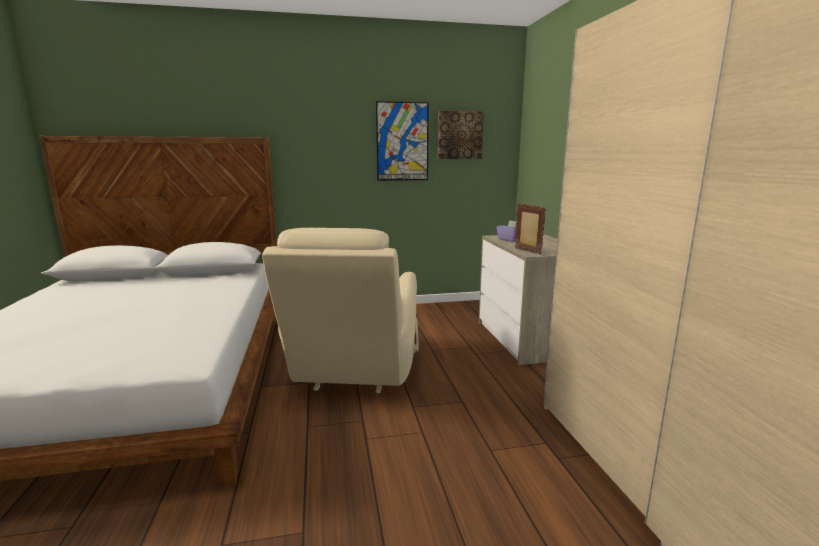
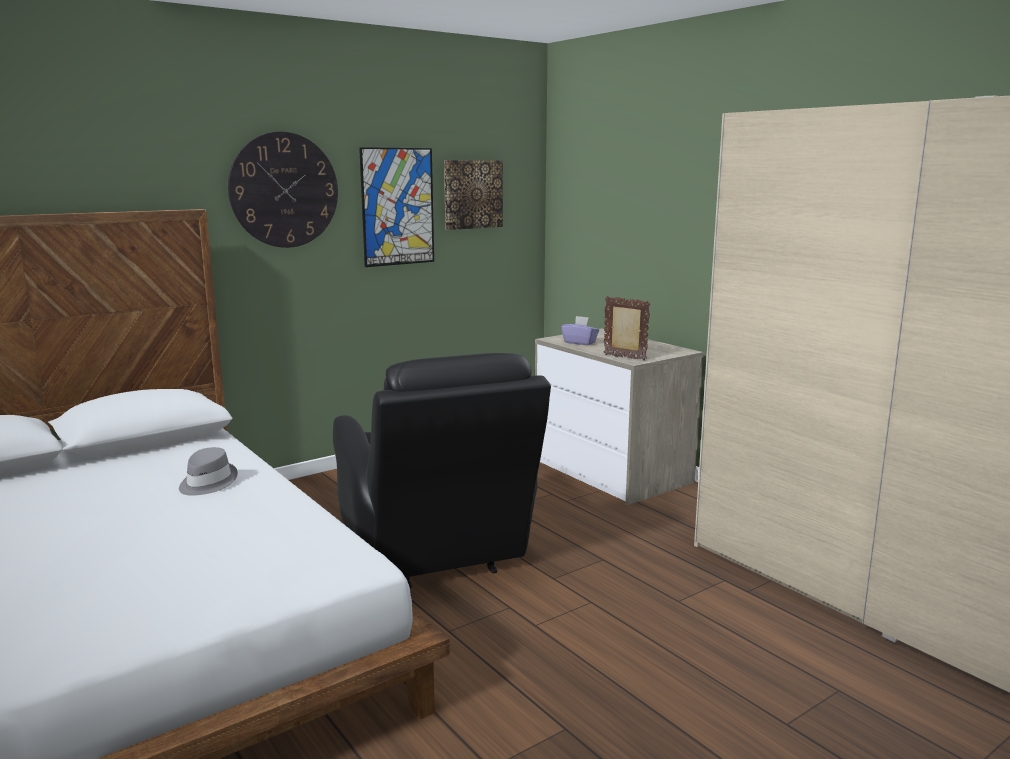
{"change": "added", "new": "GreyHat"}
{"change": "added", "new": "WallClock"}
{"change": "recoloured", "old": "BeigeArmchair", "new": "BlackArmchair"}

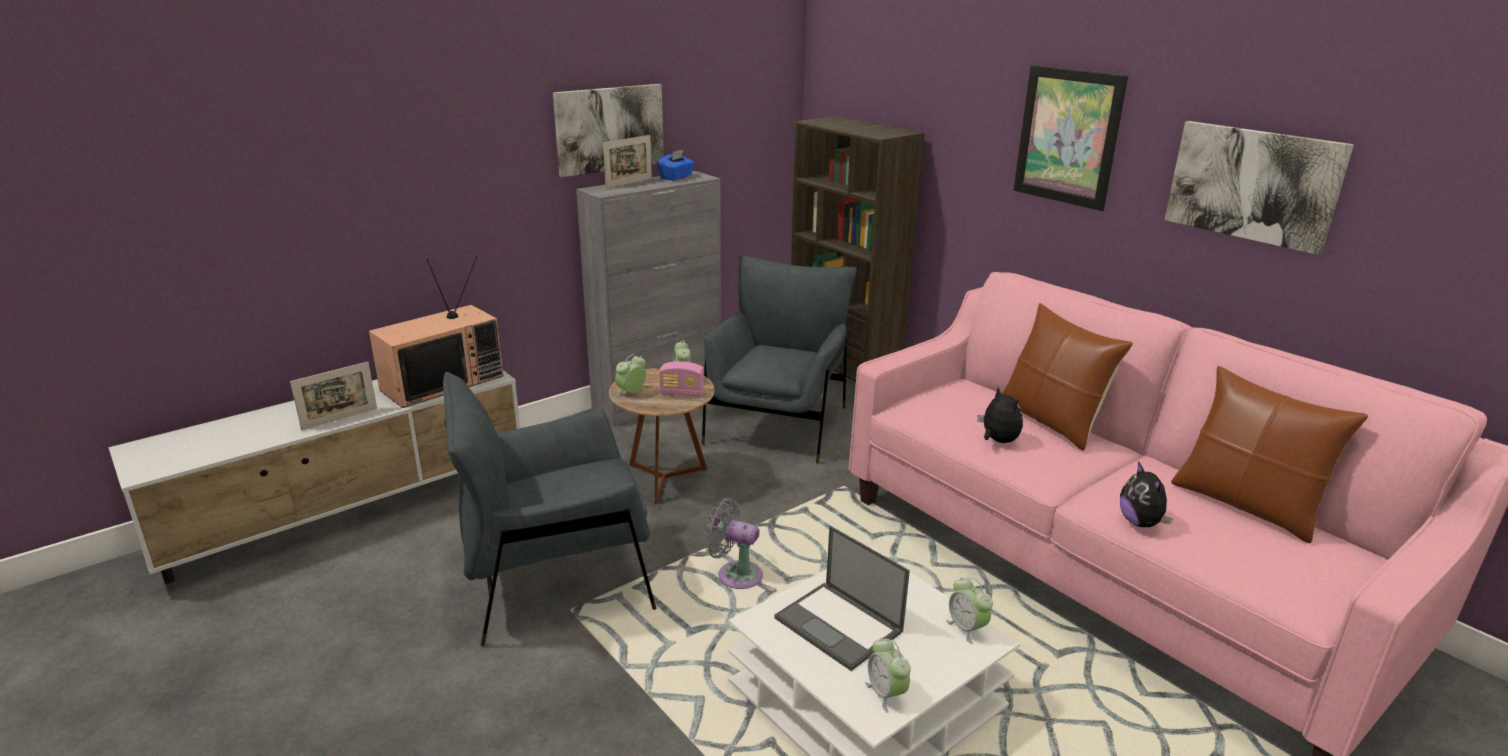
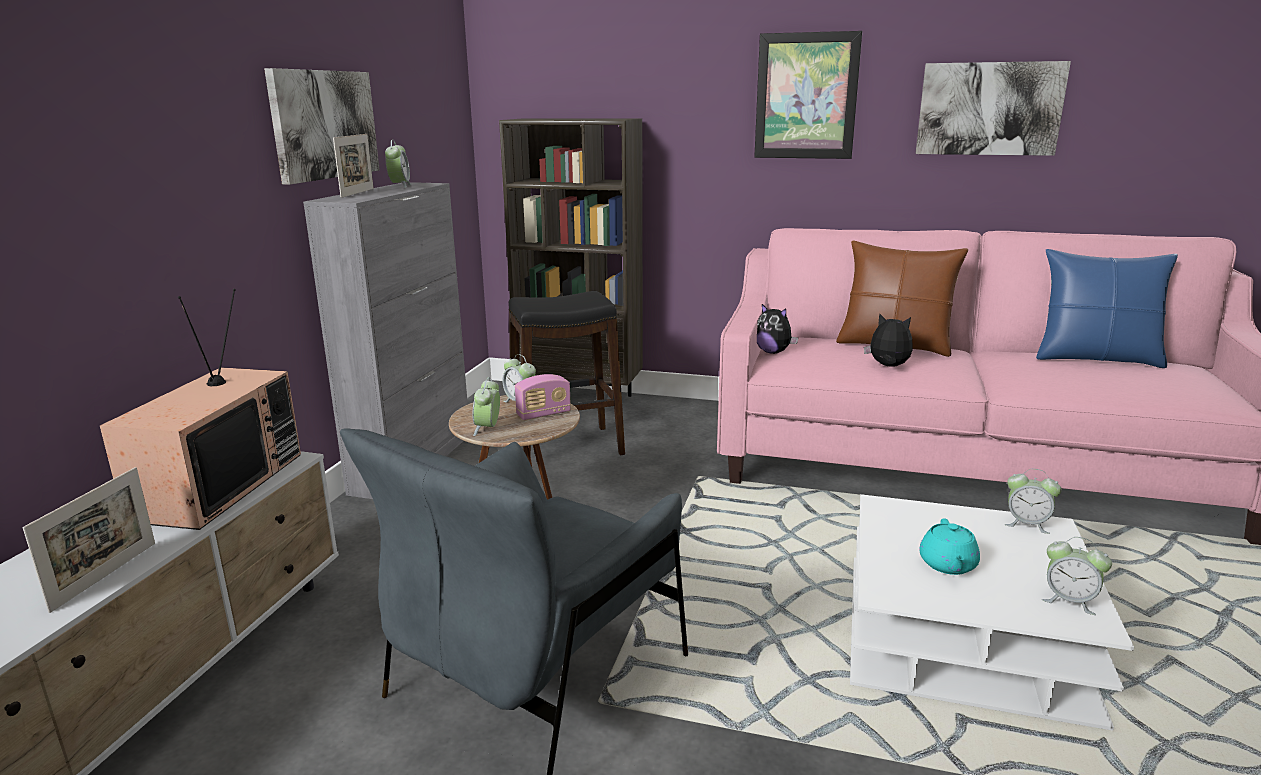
{"change": "removed", "old": "GreyFan"}
{"change": "moved", "old": "PlushToy (2nd from left in the first image)", "new": "PlushToy (1st from left)"}
{"change": "replaced", "old": "BlueTissueBox", "new": "AlarmClock (1st from left)"}
{"change": "replaced", "old": "GreyArmchair (2nd from left)", "new": "BlackStool"}
{"change": "replaced", "old": "Laptop", "new": "TurquoiseTeapot"}
{"change": "recoloured", "old": "BrownPillow (2nd from left)", "new": "BluePillow"}

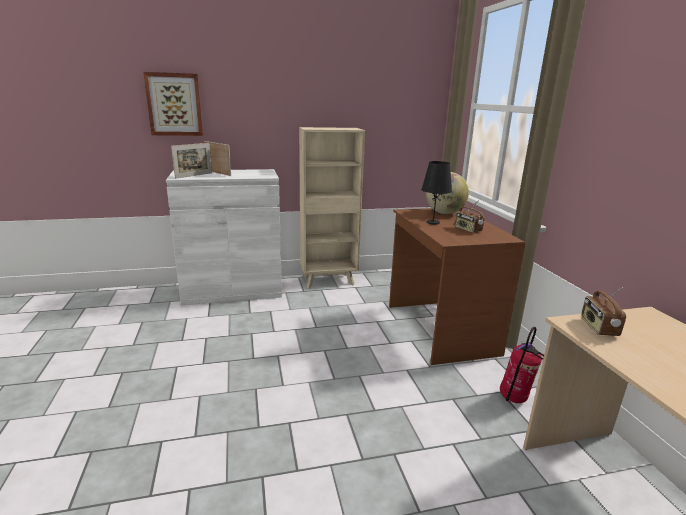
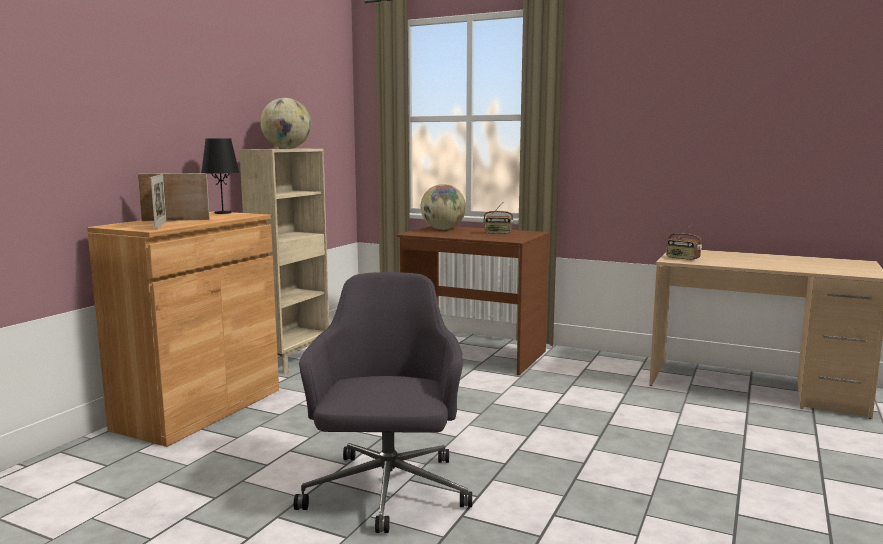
{"change": "removed", "old": "Picture"}
{"change": "removed", "old": "FireExtinguisher"}
{"change": "added", "new": "Globe (1st from left)"}
{"change": "added", "new": "GreyOfficeChair"}
{"change": "moved", "old": "BlackTableLamp"}
{"change": "recoloured", "old": "WhiteCabinet", "new": "BrownCabinet"}

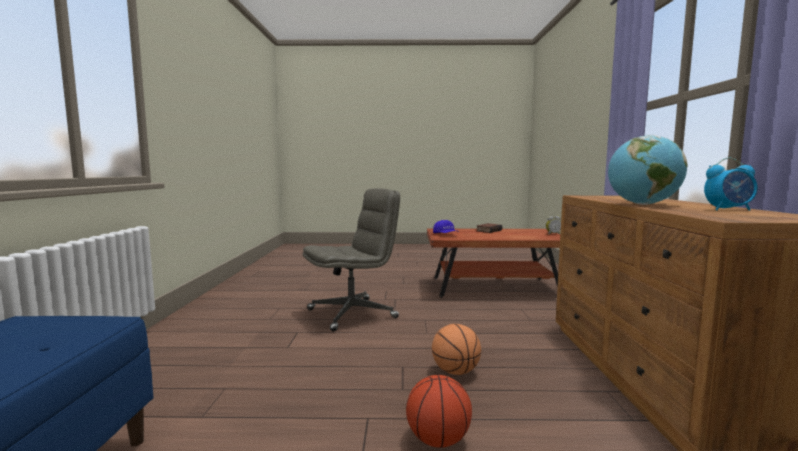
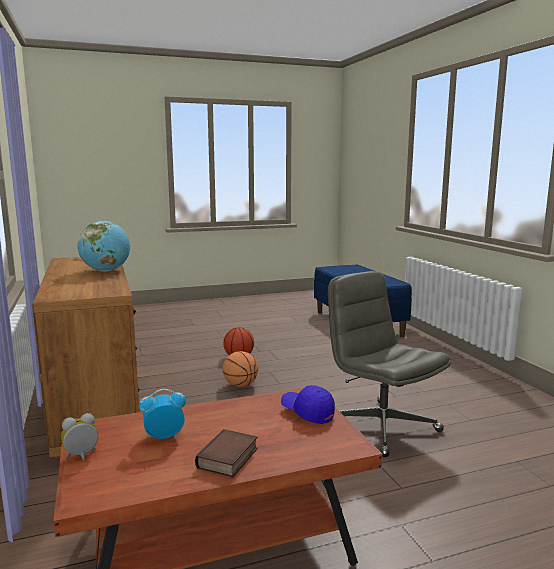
{"change": "moved", "old": "AlarmClock (2nd from left)"}
{"change": "turned", "old": "GreyOfficeChair", "degrees": 105}

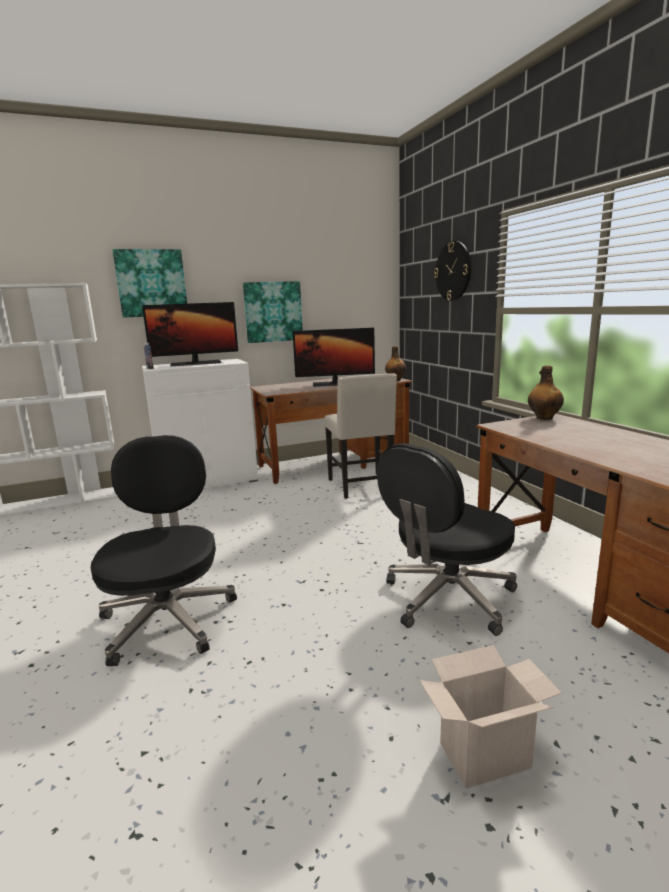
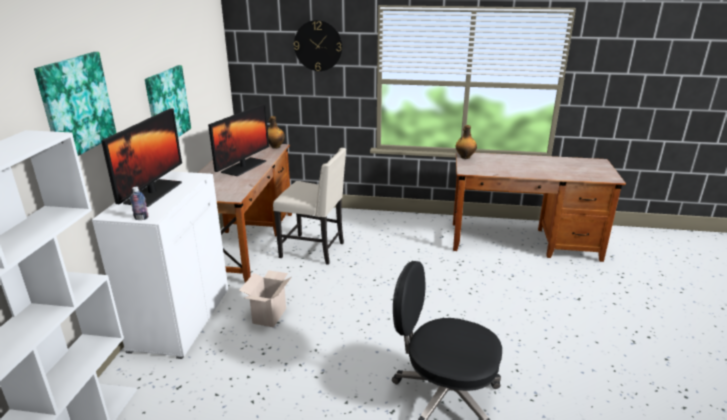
{"change": "removed", "old": "BlackOfficeChair (2nd from left)"}
{"change": "moved", "old": "CardboardBox"}

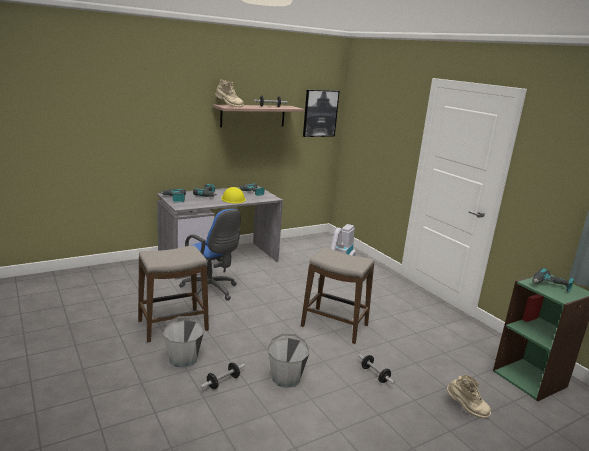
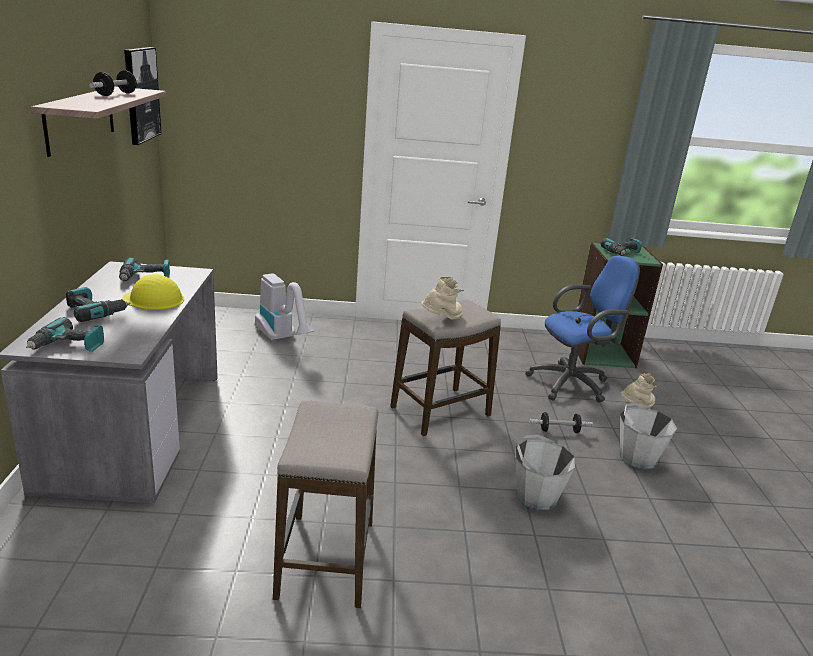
{"change": "removed", "old": "Dumbbell (1st from left)"}
{"change": "moved", "old": "GreyBucket (1st from left in the first image)", "new": "GreyBucket (2nd from left)"}
{"change": "moved", "old": "BlueOfficeChair"}
{"change": "moved", "old": "BeigeBoot (1st from left)"}

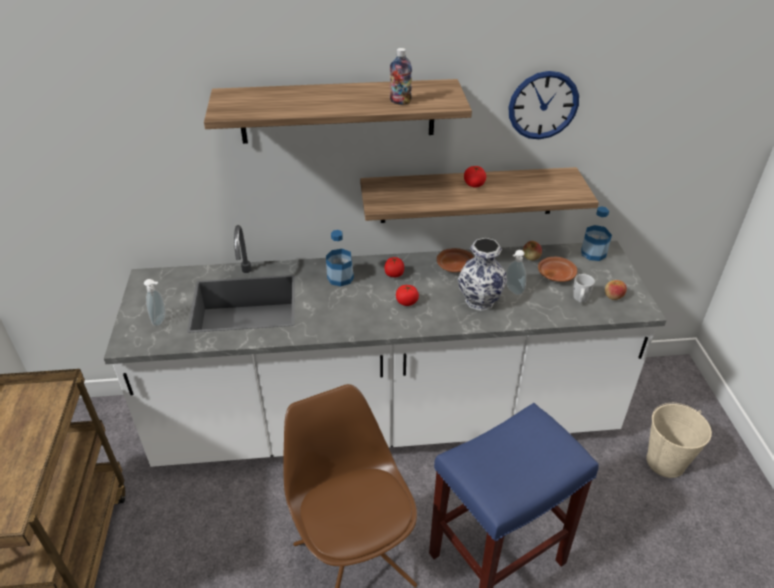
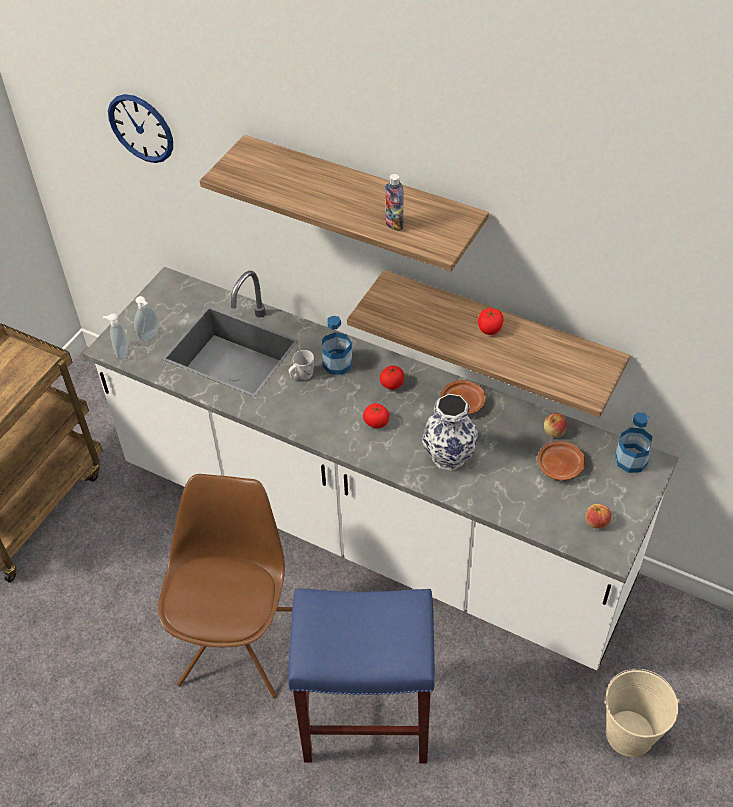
{"change": "moved", "old": "SoapDispenser (2nd from left in the first image)", "new": "SoapDispenser (1st from left)"}
{"change": "moved", "old": "WallClock"}
{"change": "moved", "old": "WhiteMug"}

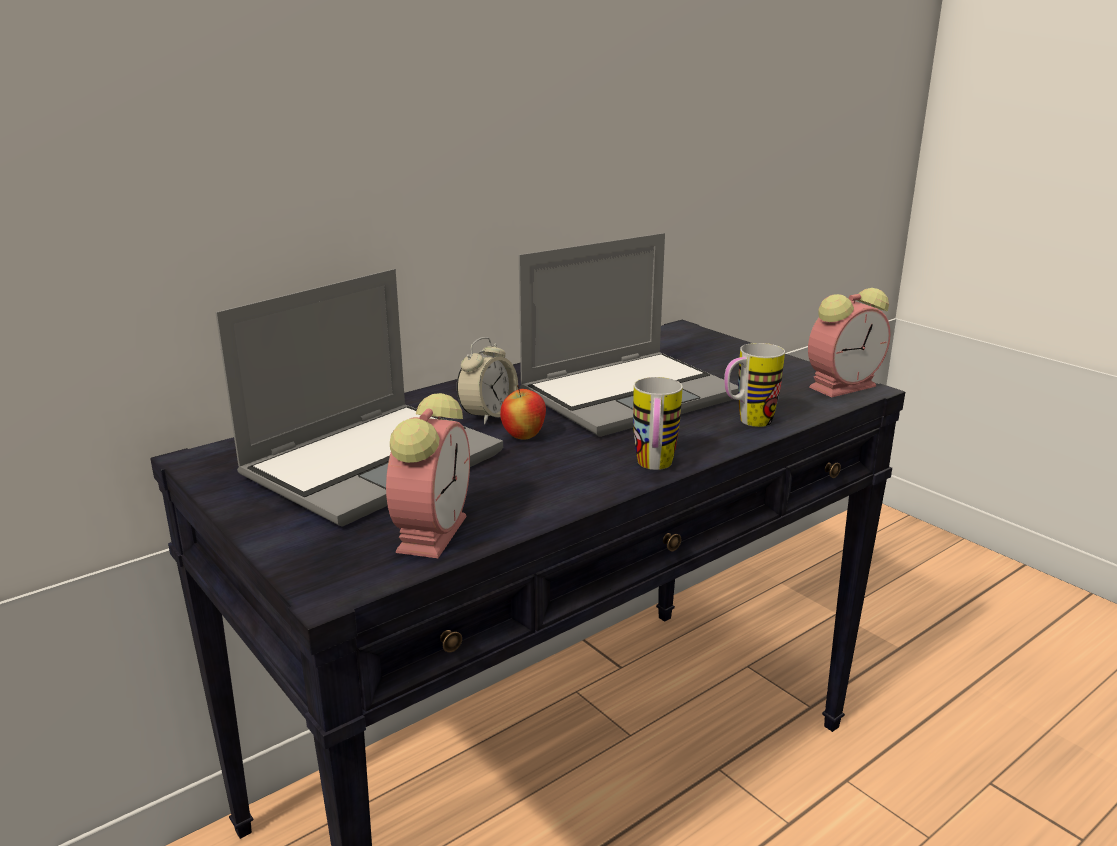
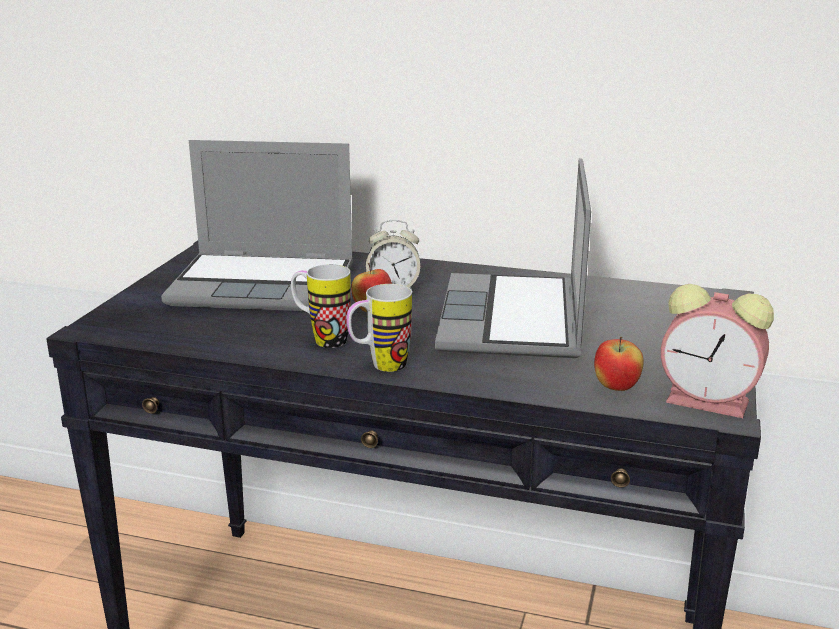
{"change": "removed", "old": "AlarmClock (1st from left)"}
{"change": "added", "new": "Apple (2nd from left)"}
{"change": "moved", "old": "Mug (2nd from left in the first image)", "new": "Mug (1st from left)"}
{"change": "turned", "old": "Laptop (2nd from left)", "degrees": 75}

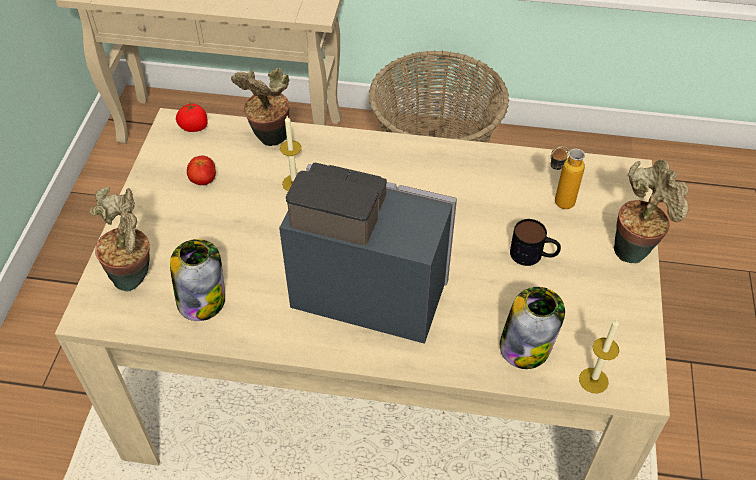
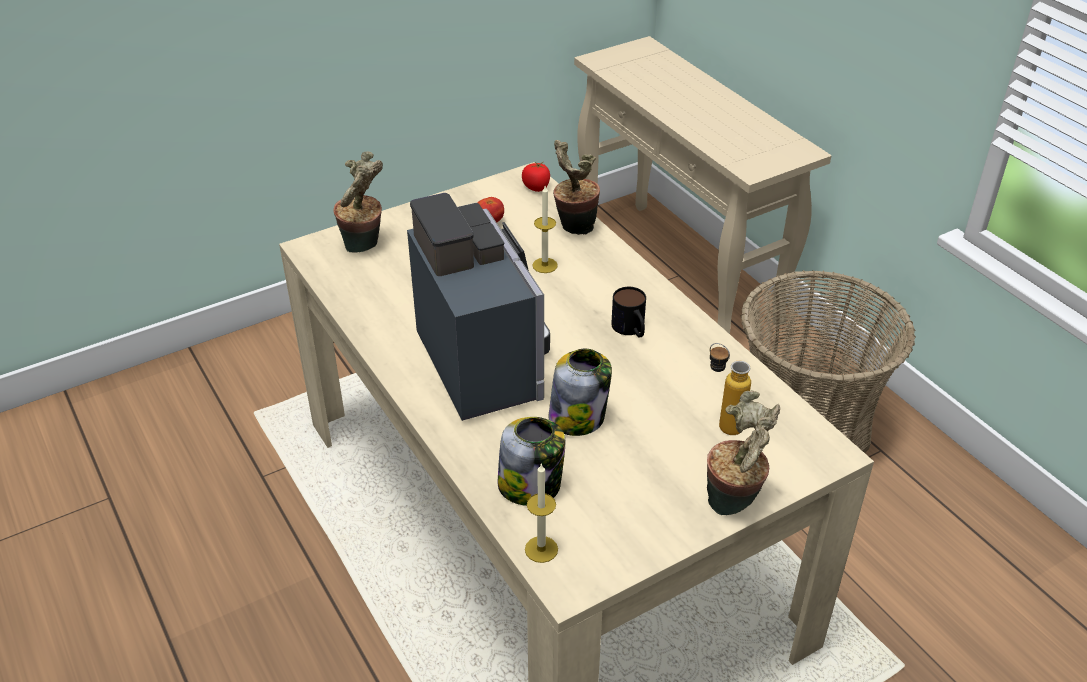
{"change": "moved", "old": "Jar (1st from left in the first image)", "new": "Jar (2nd from left)"}
{"change": "moved", "old": "Mug"}

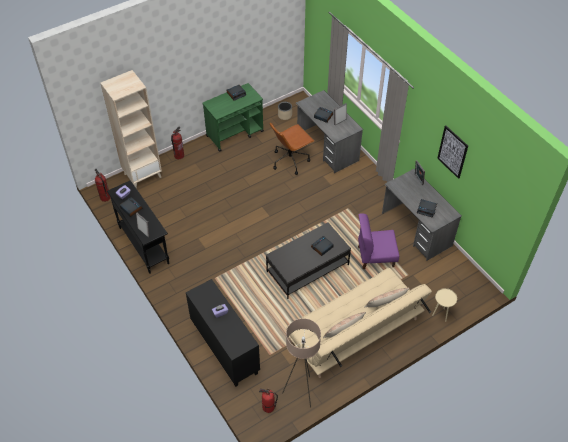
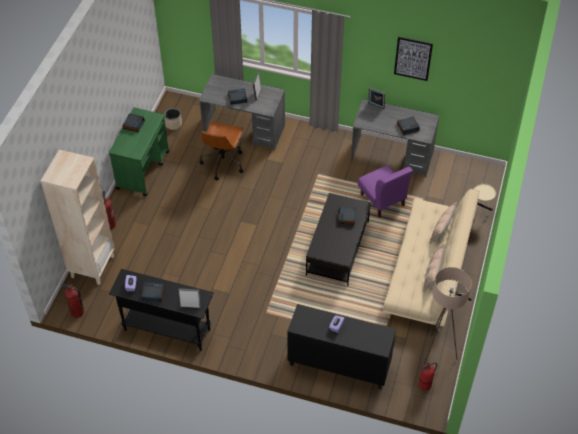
{"change": "turned", "old": "PurpleChair", "degrees": -75}

